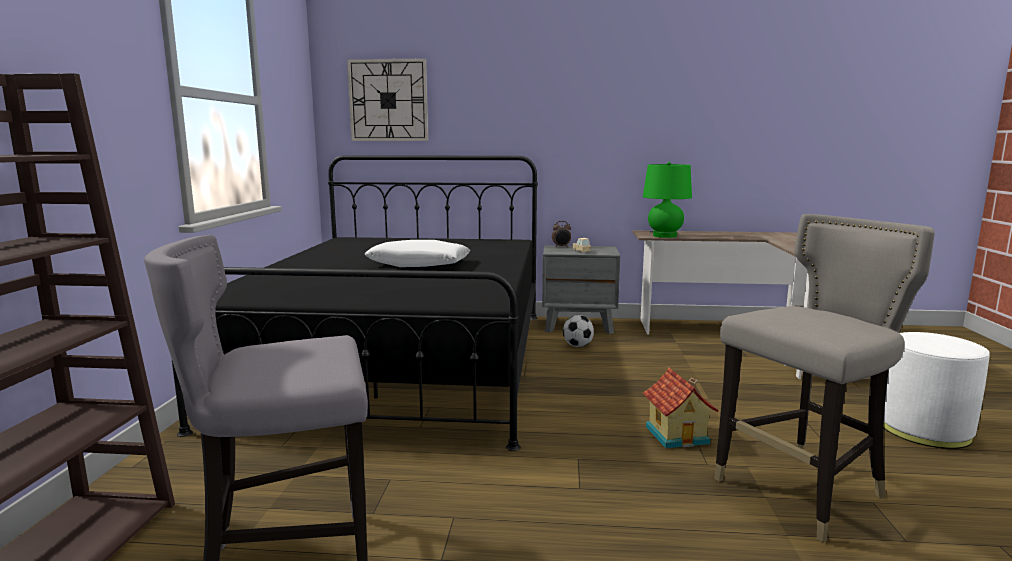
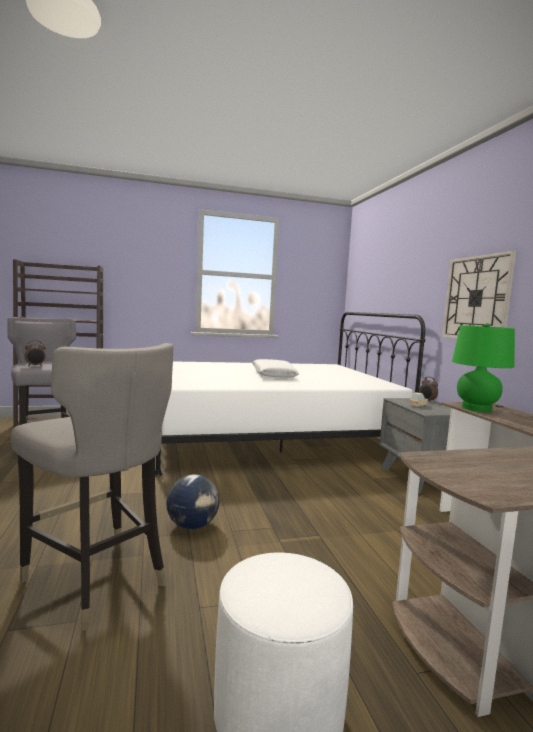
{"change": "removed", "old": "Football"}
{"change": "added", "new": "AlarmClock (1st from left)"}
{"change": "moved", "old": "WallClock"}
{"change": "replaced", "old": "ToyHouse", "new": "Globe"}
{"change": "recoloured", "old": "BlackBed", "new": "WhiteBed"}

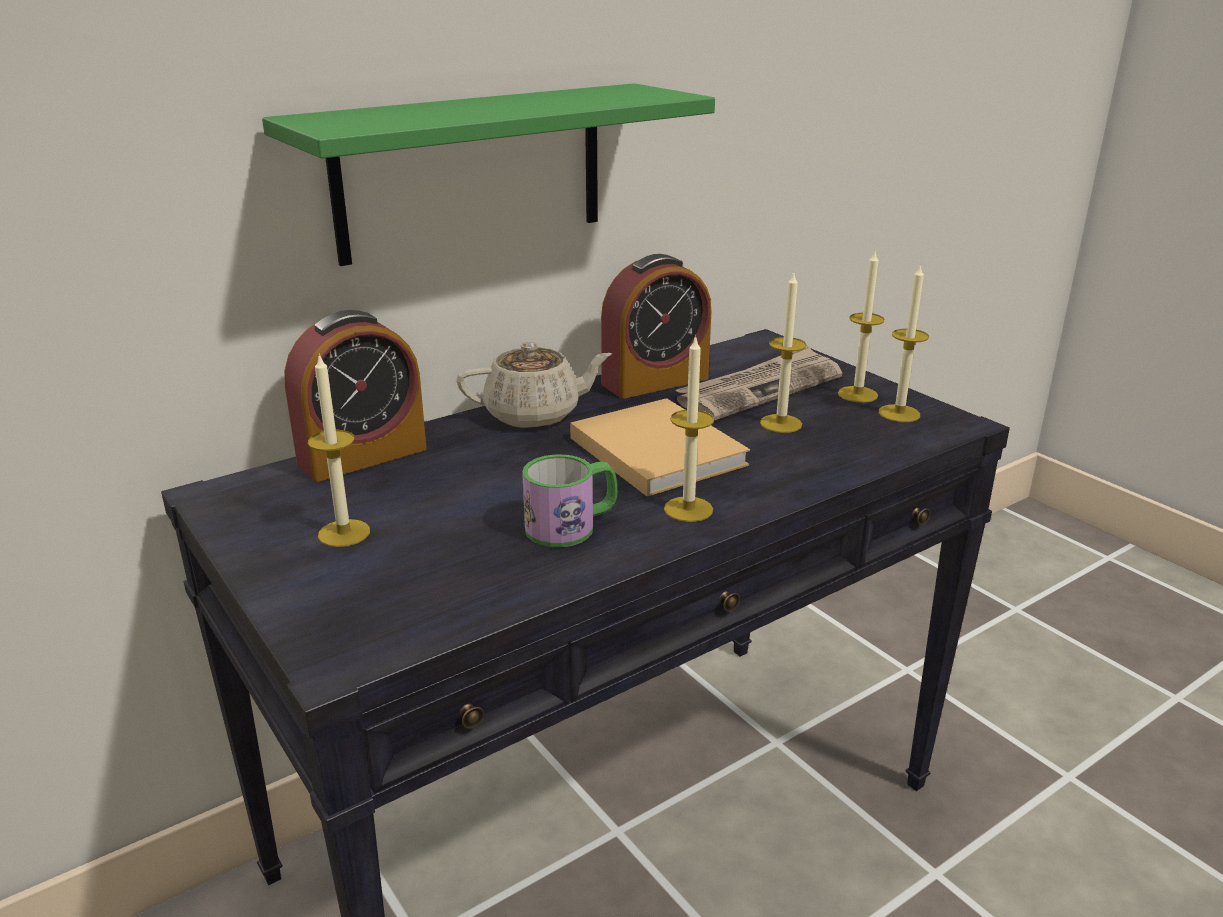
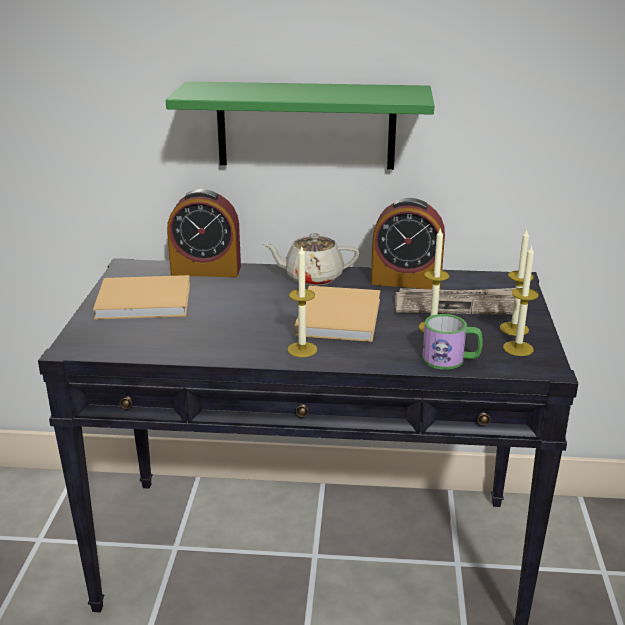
{"change": "moved", "old": "Mug"}
{"change": "replaced", "old": "Candle (1st from left)", "new": "BeigeBook (1st from left)"}
{"change": "turned", "old": "BeigeTeapot", "degrees": 150}

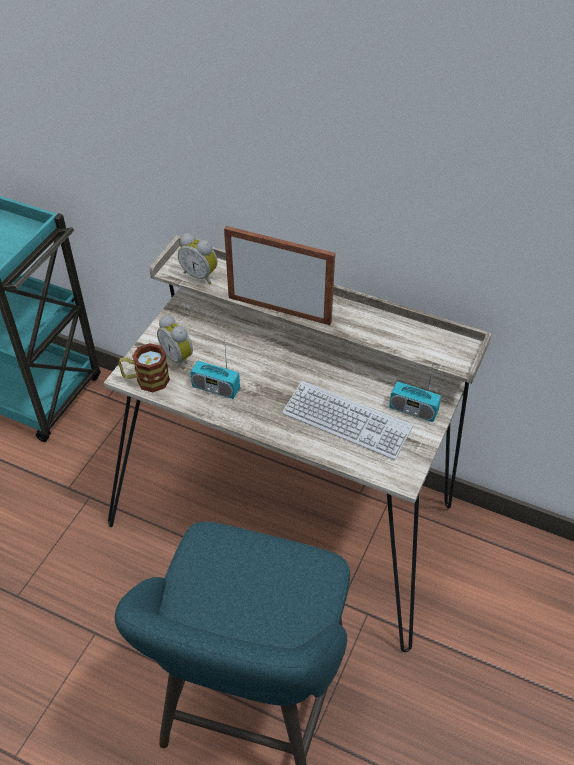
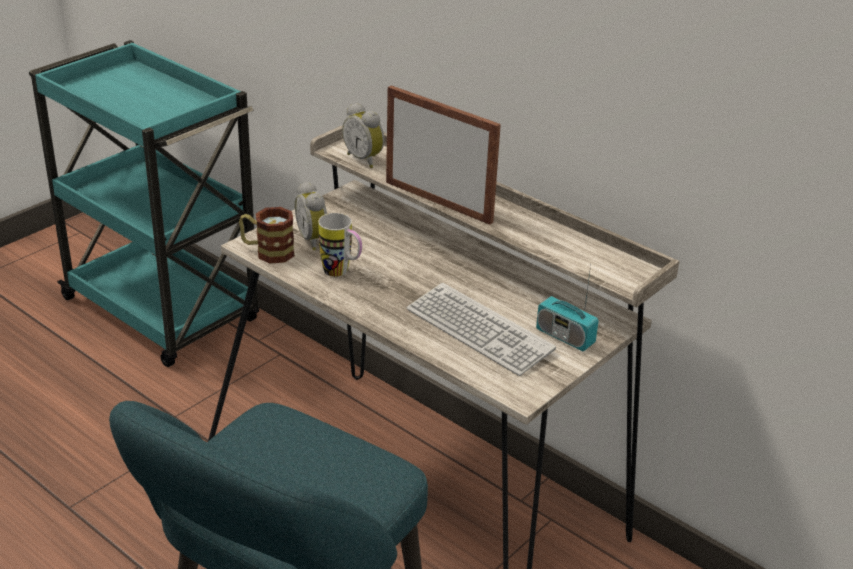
{"change": "replaced", "old": "Radio (1st from left)", "new": "Mug (2nd from left)"}

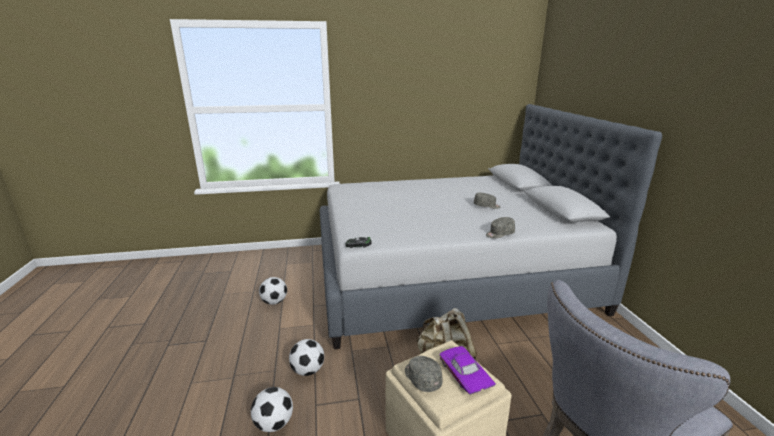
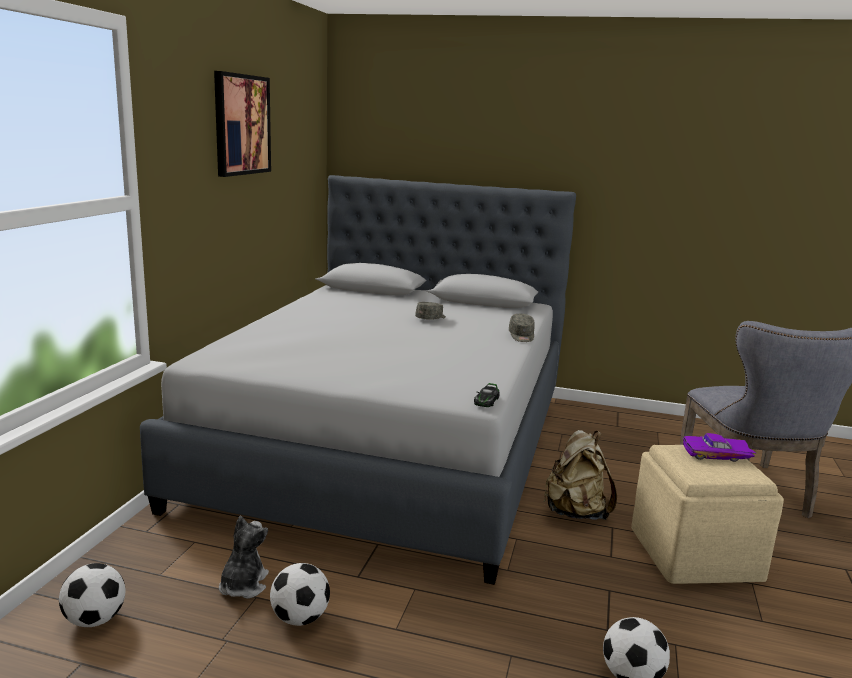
{"change": "removed", "old": "GreyCap (1st from left)"}
{"change": "added", "new": "Picture"}
{"change": "added", "new": "PlushToy"}
{"change": "moved", "old": "Football (3rd from left in the first image)", "new": "Football (1st from left)"}

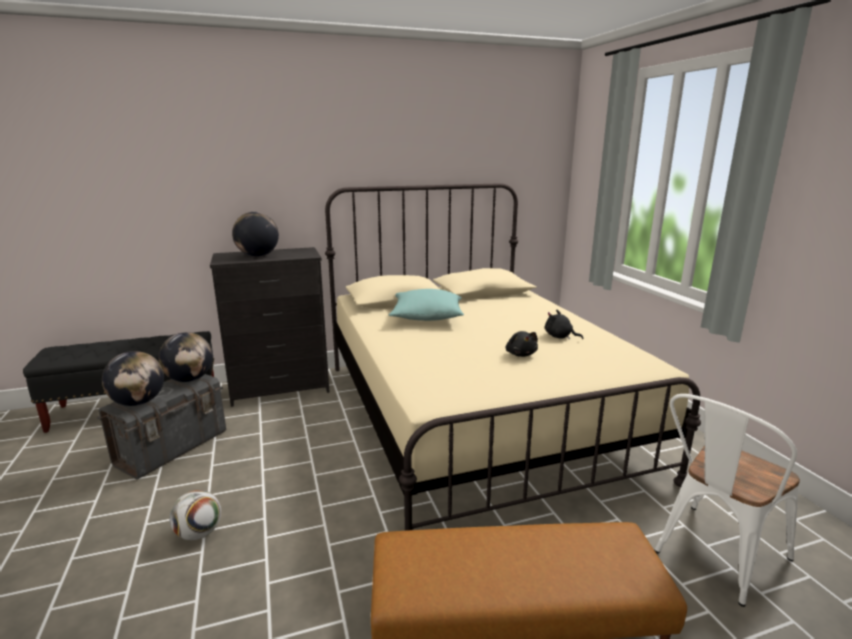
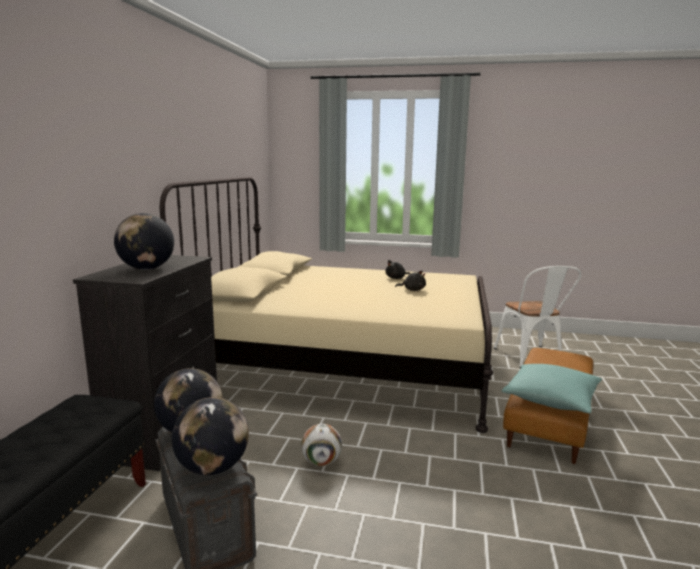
{"change": "moved", "old": "Football"}
{"change": "moved", "old": "TurquoisePillow"}

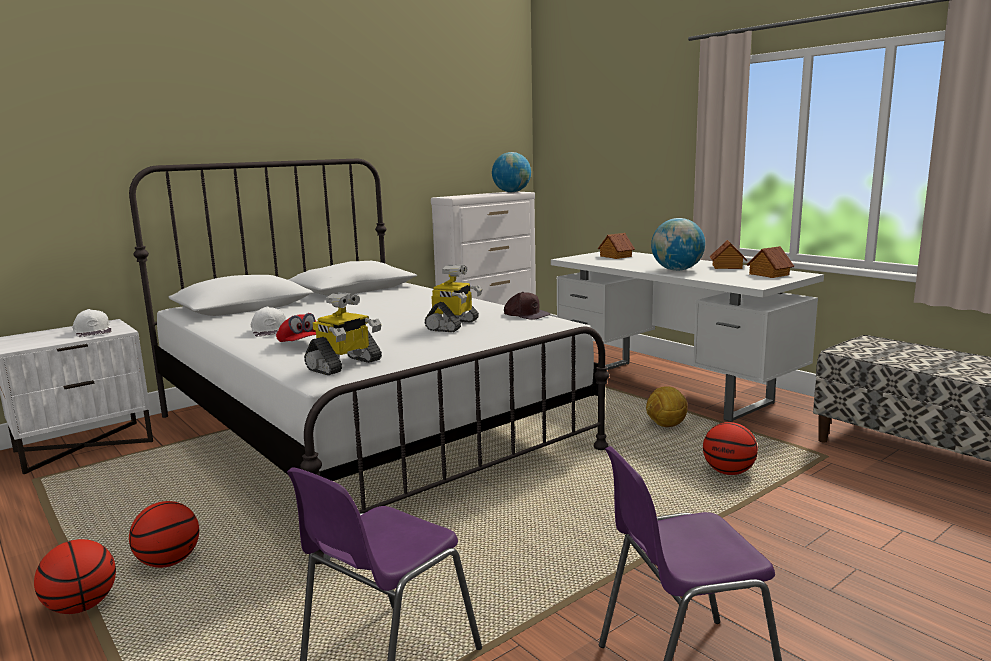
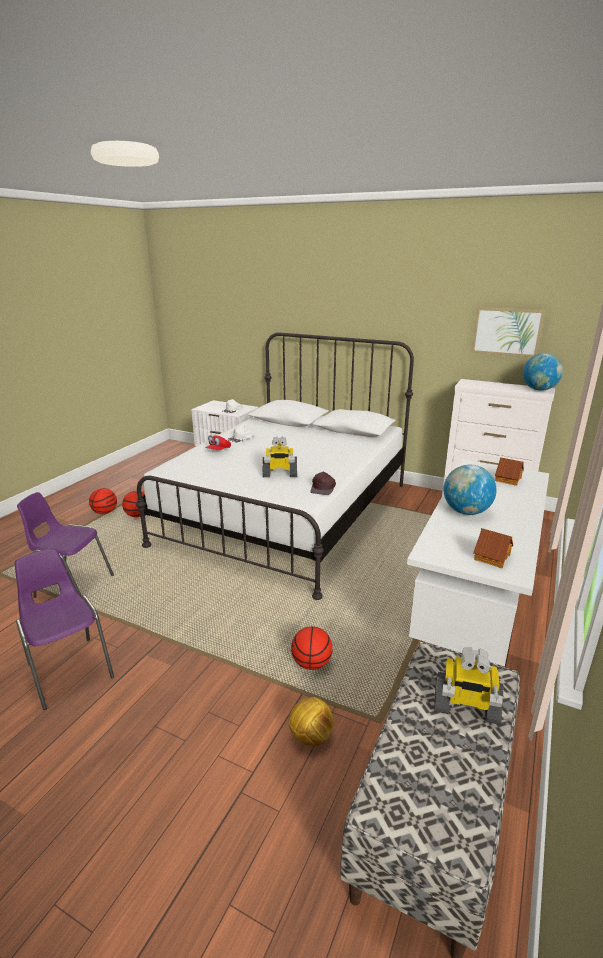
{"change": "removed", "old": "ToyHouse (2nd from left)"}
{"change": "added", "new": "Picture"}
{"change": "moved", "old": "ToyRobot (1st from left in the first image)", "new": "ToyRobot (2nd from left)"}
{"change": "moved", "old": "Football"}

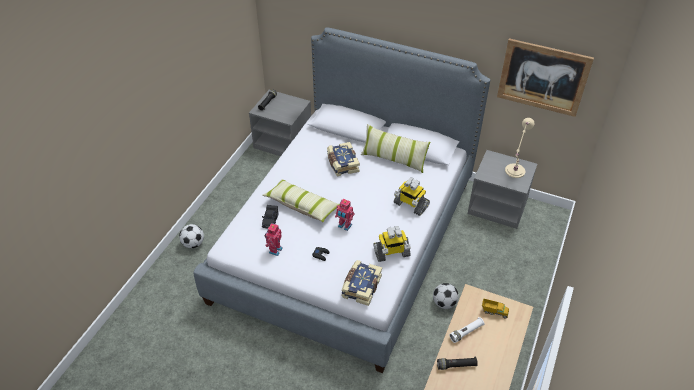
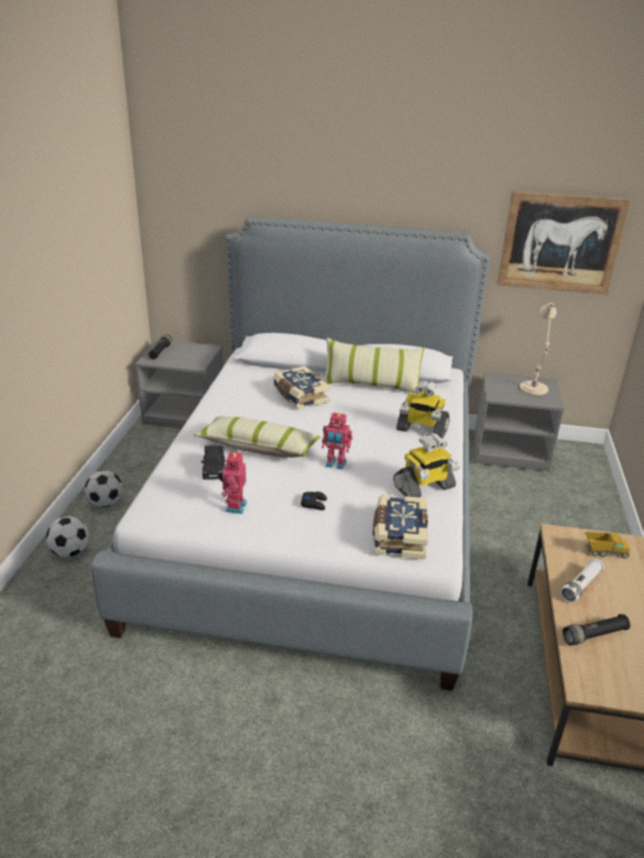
{"change": "moved", "old": "Football (2nd from left)"}

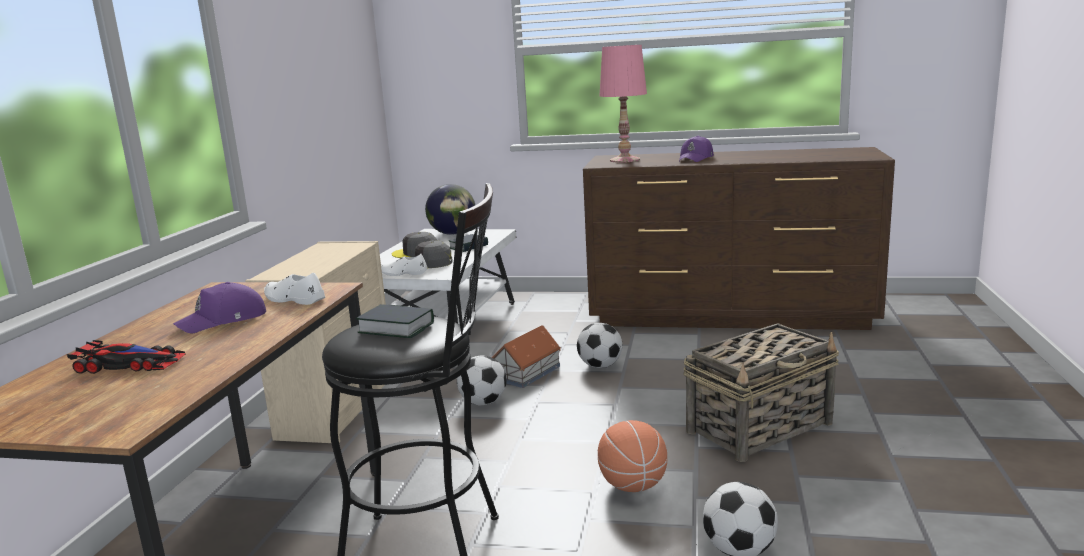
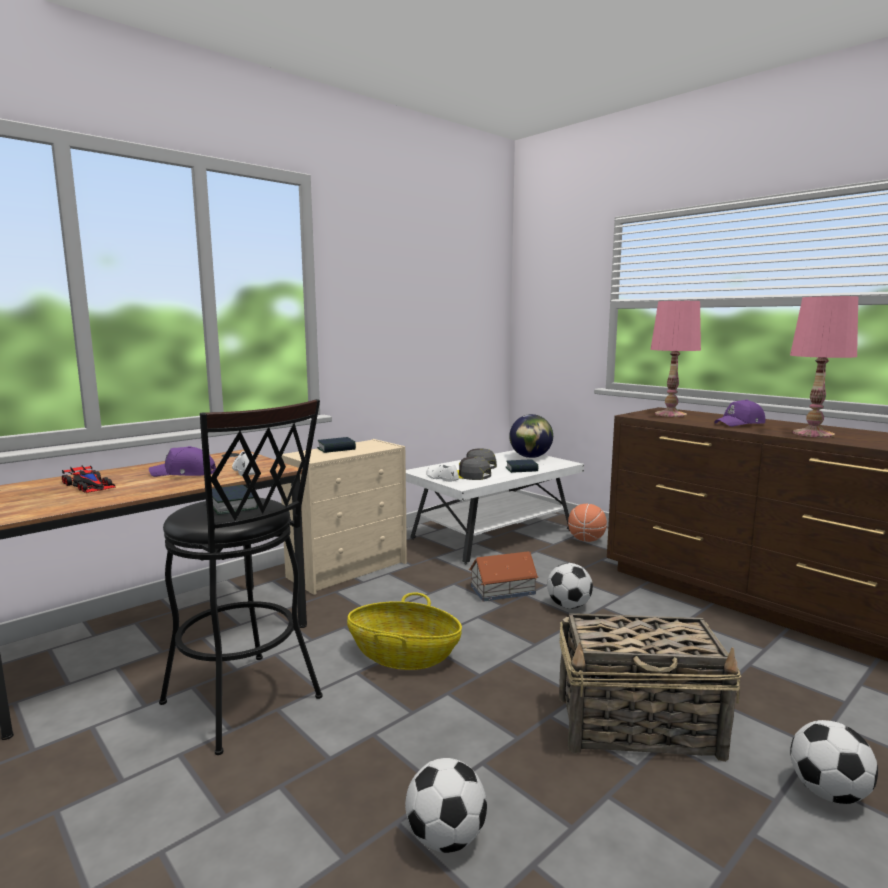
{"change": "added", "new": "Book (2nd from left)"}
{"change": "added", "new": "Basket (1st from left)"}
{"change": "added", "new": "PinkTableLamp (2nd from left)"}
{"change": "moved", "old": "Football (1st from left in the first image)", "new": "Football (3rd from left)"}
{"change": "moved", "old": "Basketball"}

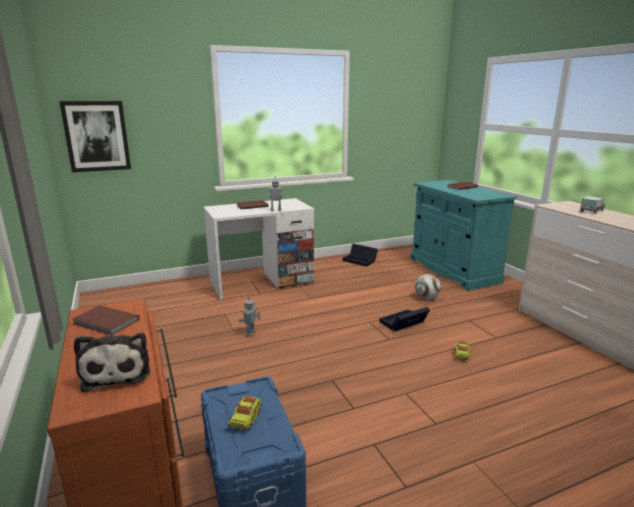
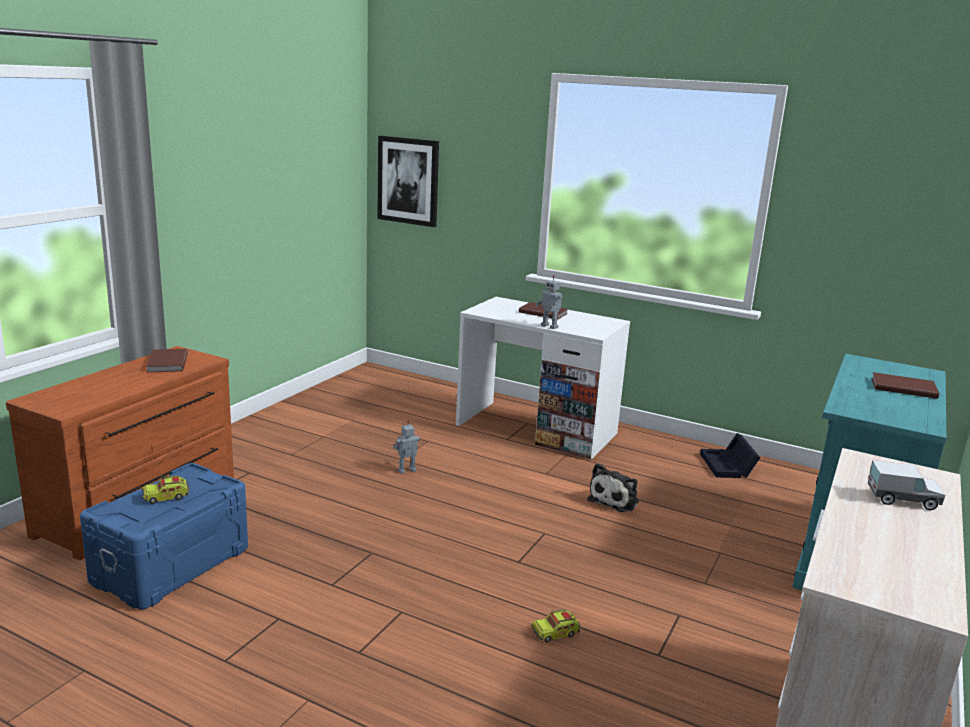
{"change": "removed", "old": "BlackStorageBox (2nd from left)"}
{"change": "removed", "old": "Football"}
{"change": "moved", "old": "PlushToy"}

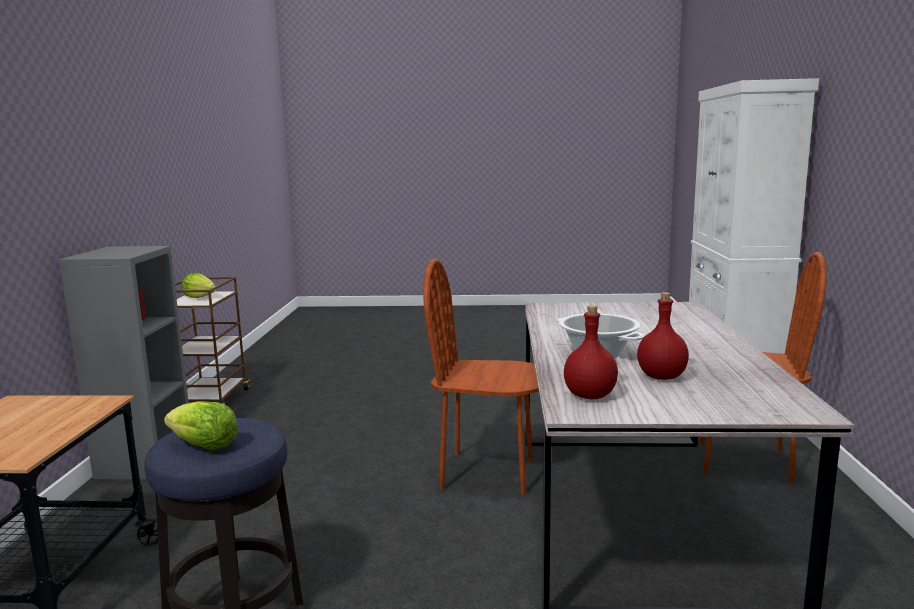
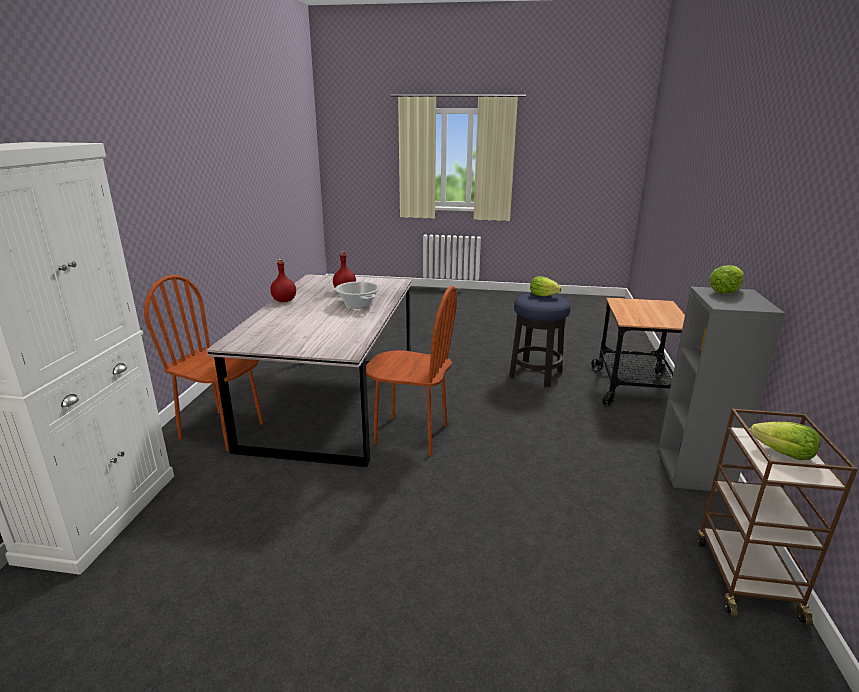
{"change": "added", "new": "Lettuce (2nd from left)"}
{"change": "moved", "old": "RedBottle (1st from left)"}

